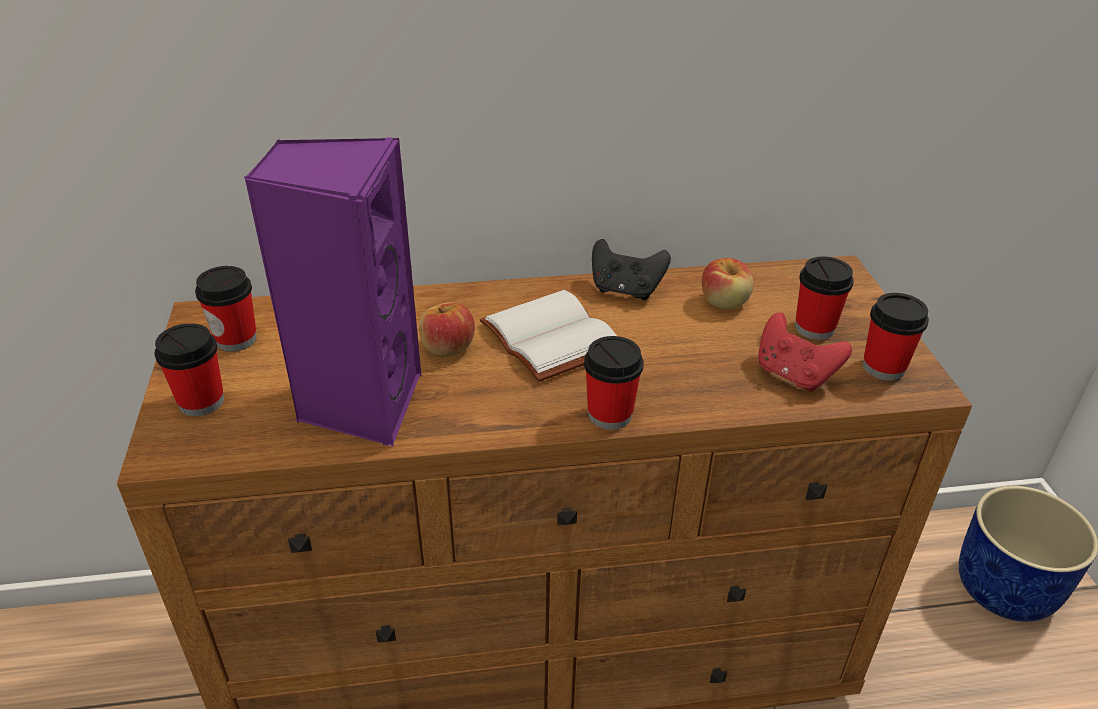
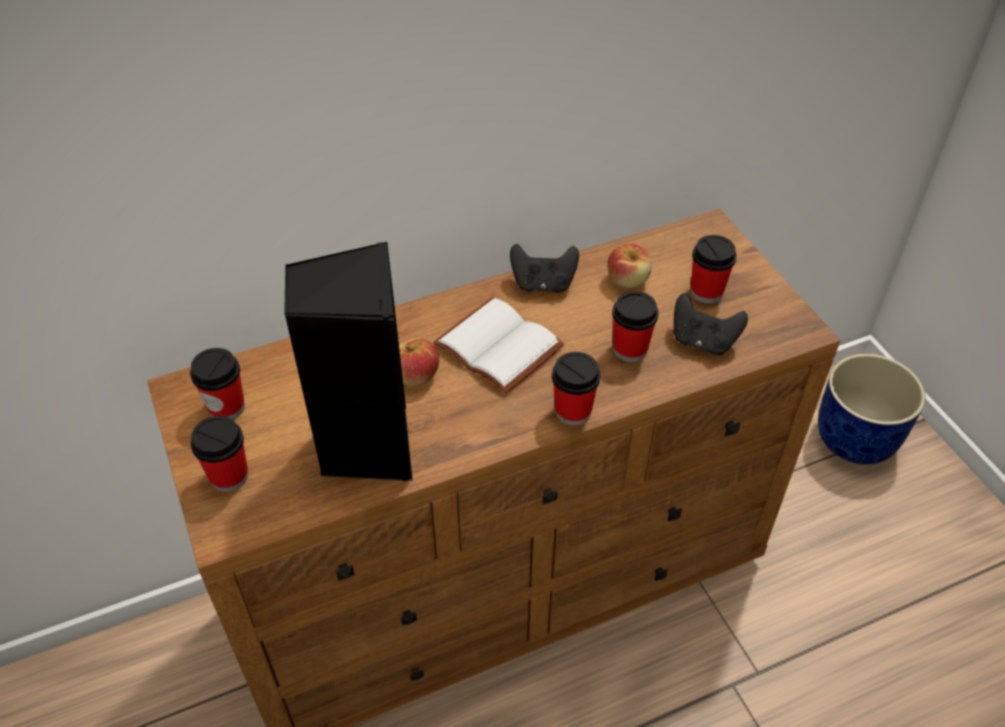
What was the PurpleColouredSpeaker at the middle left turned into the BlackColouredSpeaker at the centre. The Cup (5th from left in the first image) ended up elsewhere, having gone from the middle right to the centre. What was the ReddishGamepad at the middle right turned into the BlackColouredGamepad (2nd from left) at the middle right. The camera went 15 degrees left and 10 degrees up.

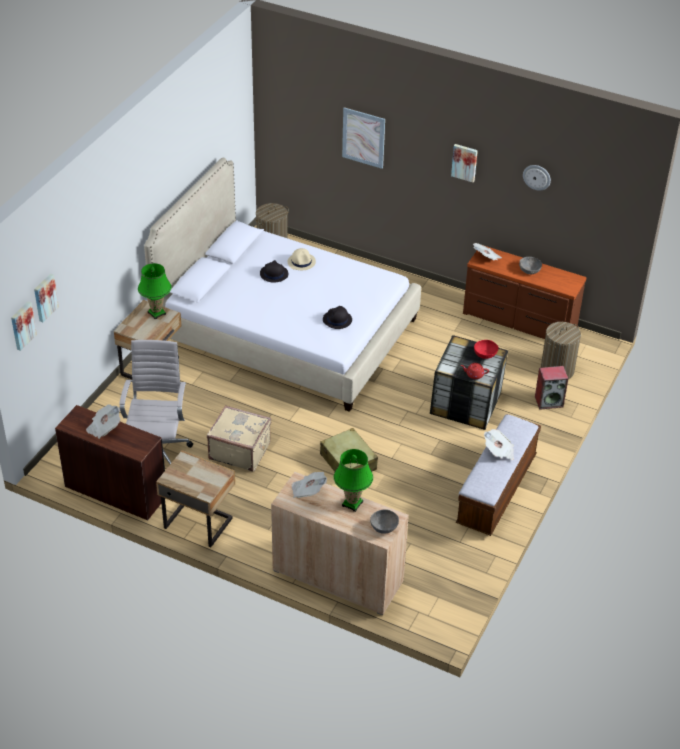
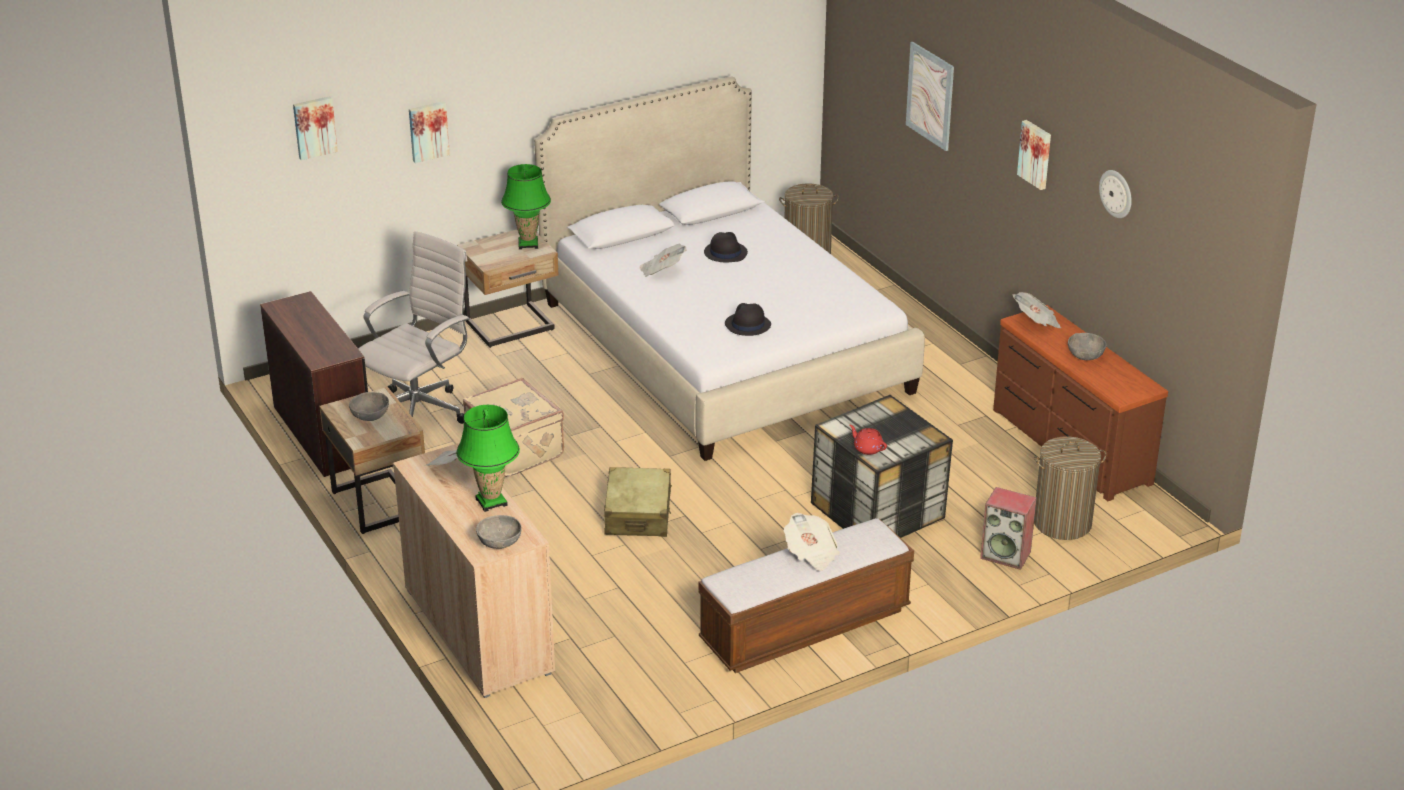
The second view gained the GreyBowl (1st from left) at the middle left. The Picture (1st from left in the first image) ended up elsewhere, having gone from the middle left to the top left. The DailyPaper (1st from left in the first image) ended up elsewhere, having gone from the middle left to the top centre. The second view lost the SandColouredWearableHat at the centre. The second view lost the ReddishBowl at the middle right. The camera went 35 degrees right and 10 degrees down.

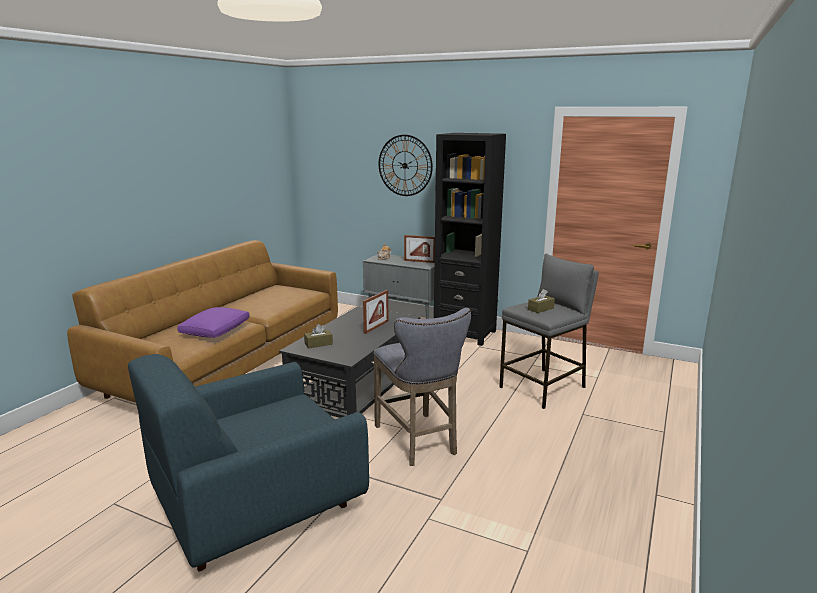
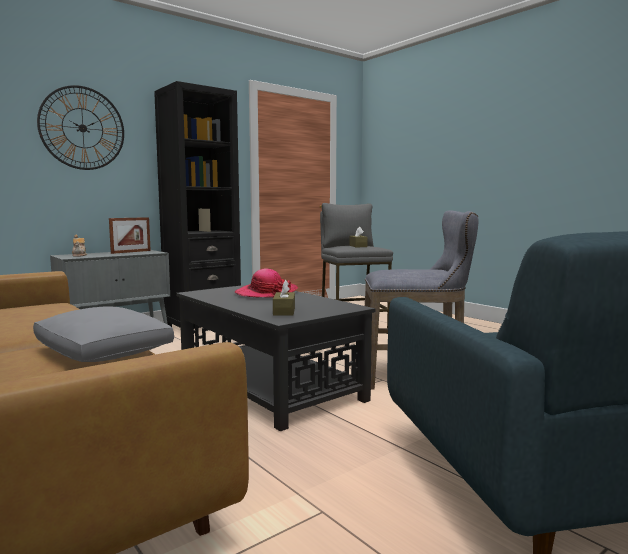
What was the PurpleColouredCushion at the middle left turned into the GreyCushion at the middle left. Where the PictureFrame (1st from left) stood at the centre, the WearableHat came to stand at the centre. The camera went 65 degrees left and 10 degrees down.

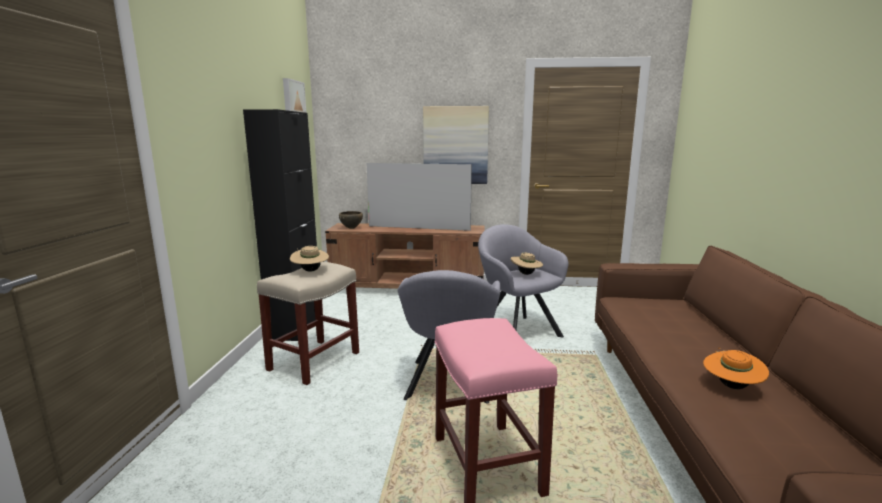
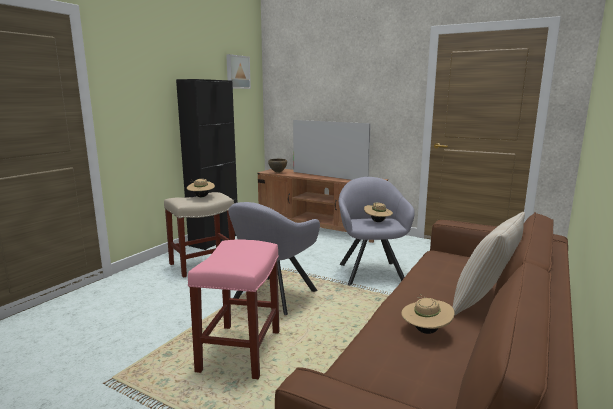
What was the OrangeWearableHat at the bottom right turned into the SandColouredWearableHat (3rd from left) at the bottom right. The second view gained the SandColouredCushion at the middle right. The second view lost the Picture (2nd from left) at the top centre. The camera went 25 degrees right and 0 degrees up.

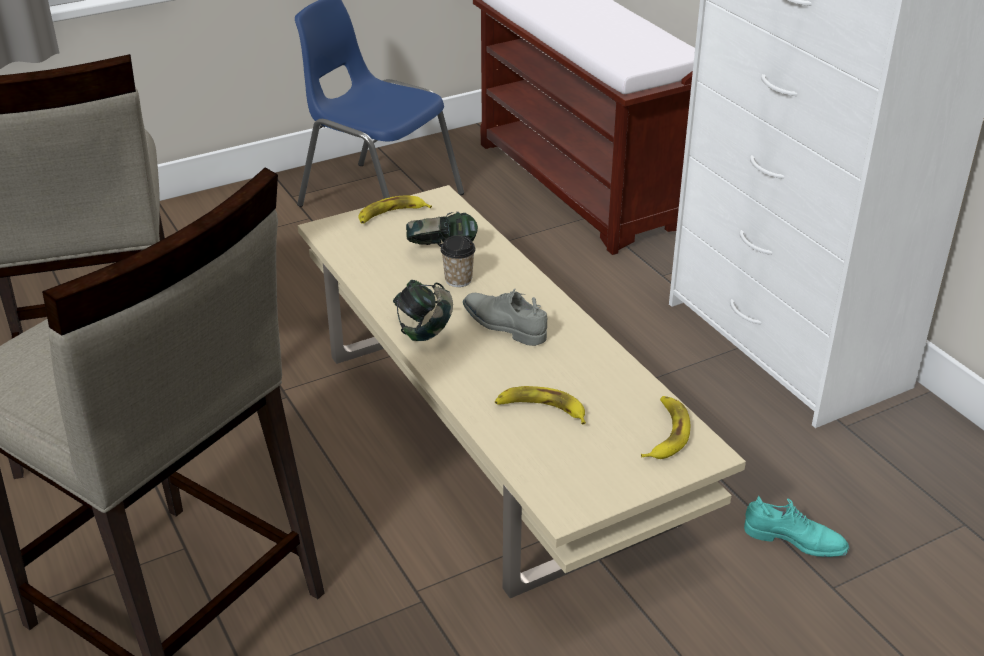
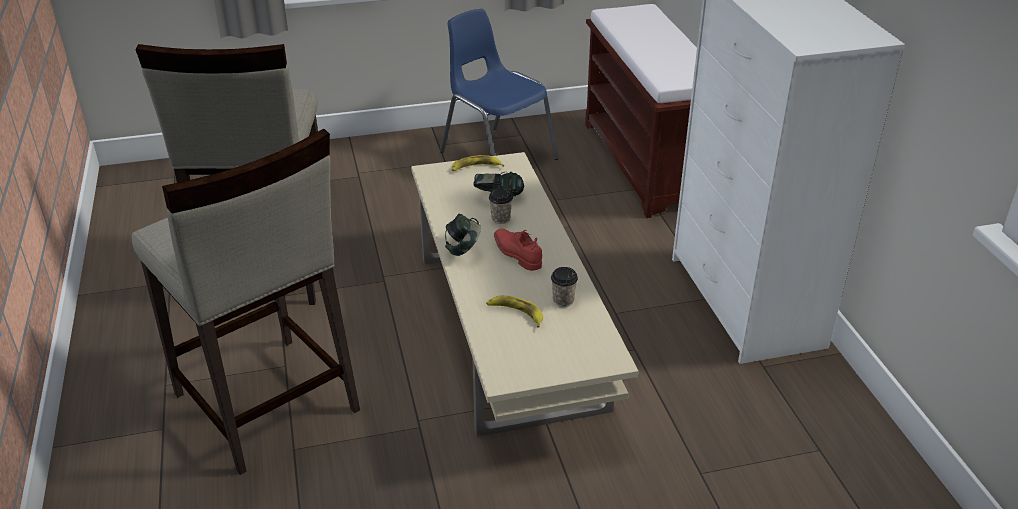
What was the GreyShoe at the centre turned into the ReddishShoe at the centre. The second view gained the Cup (2nd from left) at the centre. The second view lost the BananaFruit (3rd from left) at the middle right. The second view lost the TurquoiseColouredShoe at the bottom right. The camera went 15 degrees right and 0 degrees up.

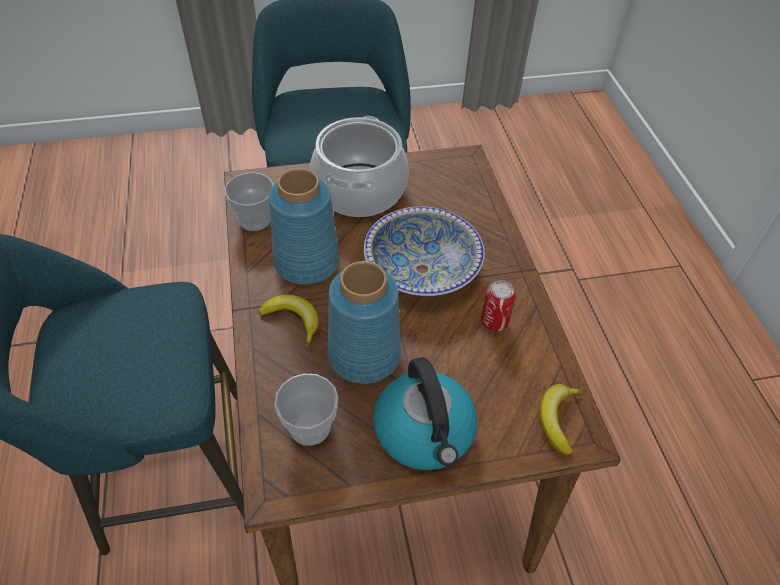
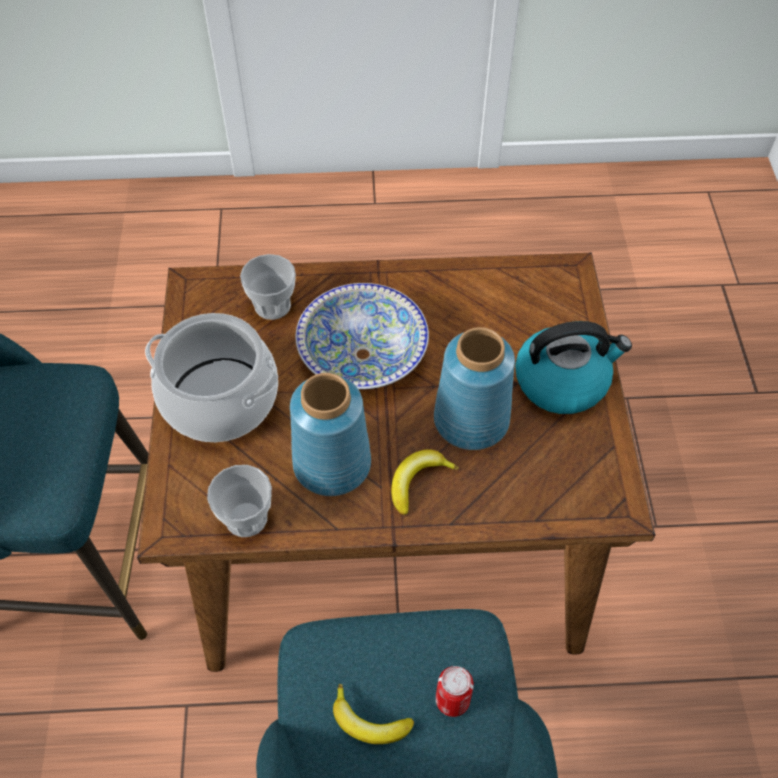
The Cup (2nd from left) ended up elsewhere, having gone from the bottom centre to the centre. The BananaFruit (2nd from left in the first image) ended up elsewhere, having gone from the bottom right to the bottom centre. The MetalCan ended up elsewhere, having gone from the centre to the bottom centre. The camera went 80 degrees left and 5 degrees up.

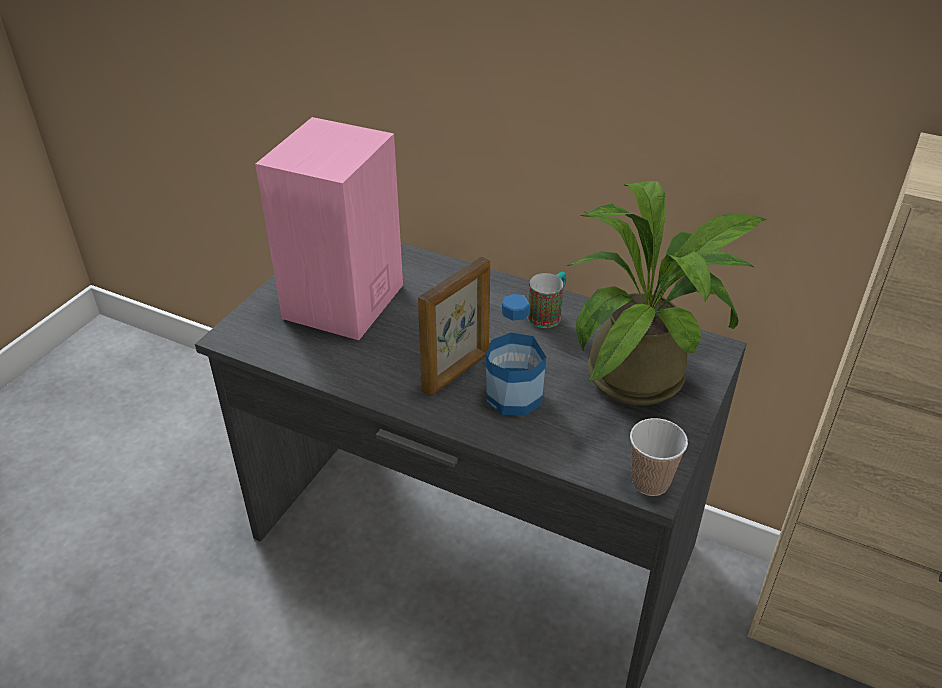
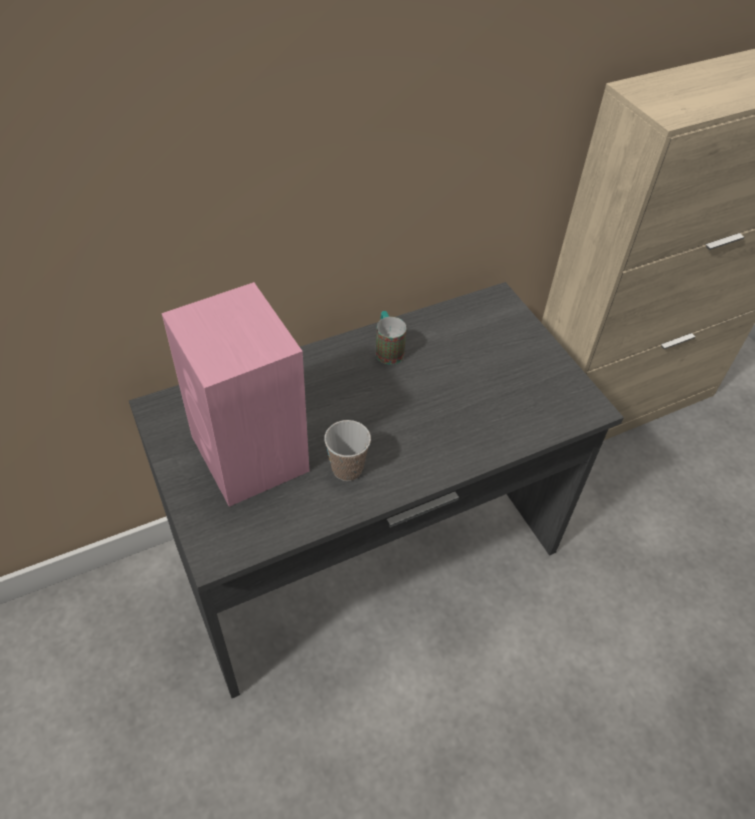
The Cup ended up elsewhere, having gone from the middle right to the centre. The second view lost the PictureFrame at the centre. The second view lost the Bottle at the centre. The second view lost the PlantInAPot at the middle right. The camera went 55 degrees left and 10 degrees up.

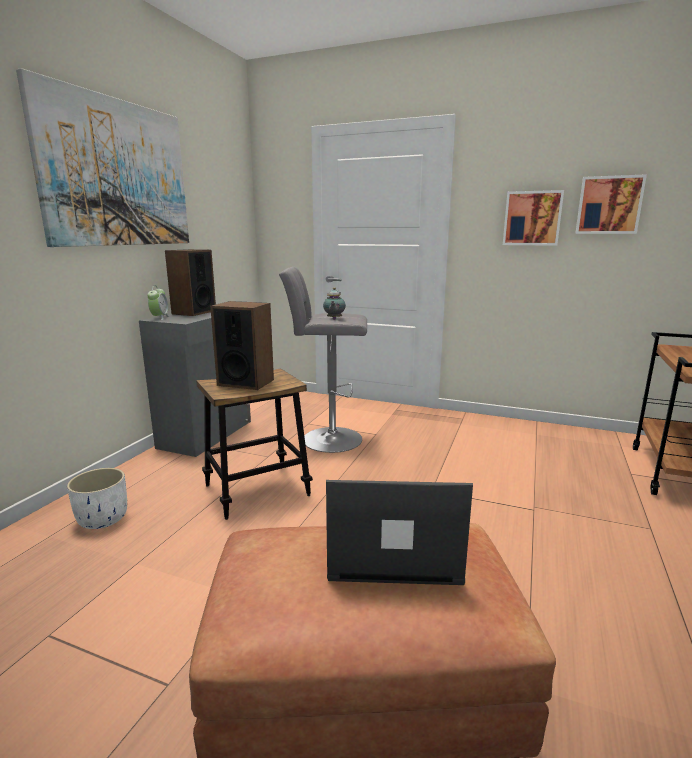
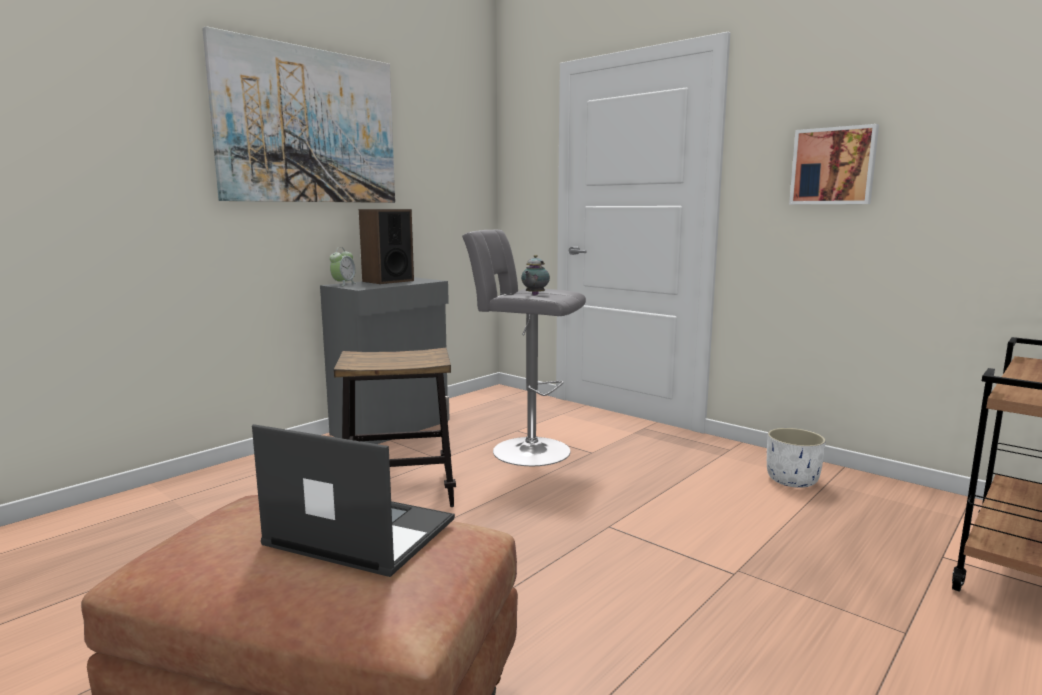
The WhiteColouredPlanter ended up elsewhere, having gone from the middle left to the middle right. The second view lost the Speaker (2nd from left) at the centre. The second view lost the Picture (3rd from left) at the top right. The camera went 20 degrees right and 5 degrees down.

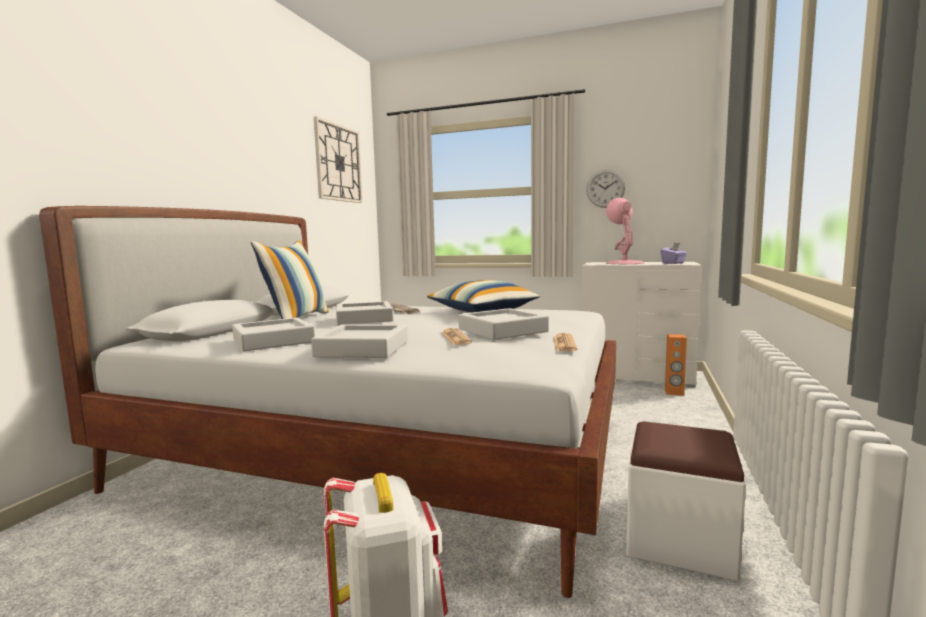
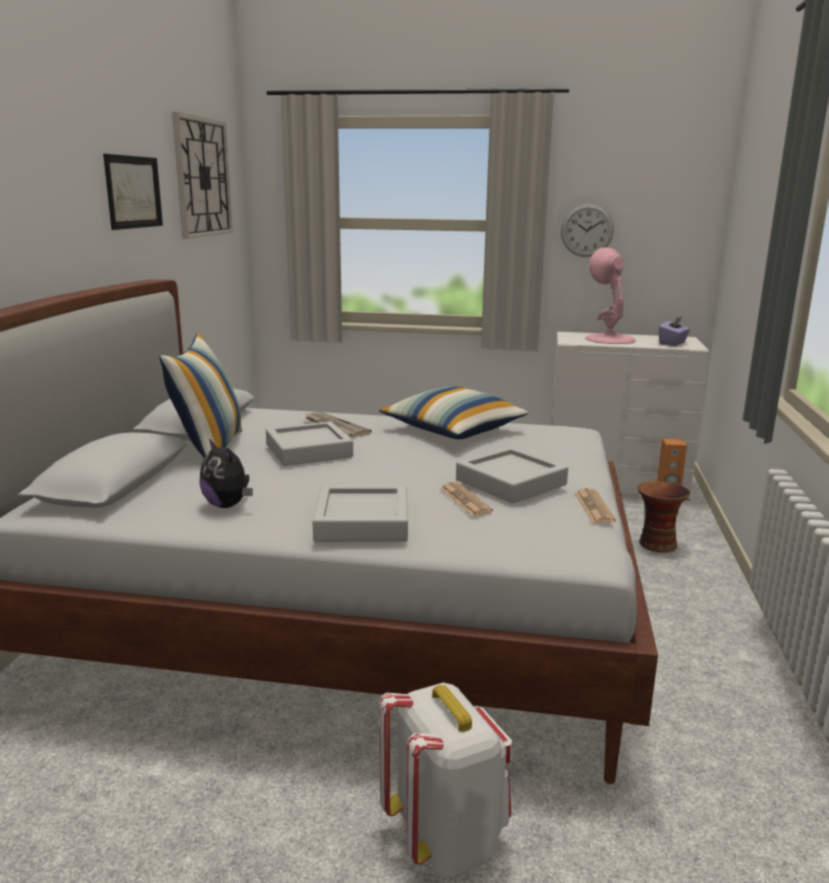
The second view gained the Picture at the top left. Where the GreyTray (1st from left) stood at the middle left, the CuddlyToy came to stand at the middle left. The second view gained the DecorativeVase at the middle right. The second view lost the WhiteColouredFootrest at the bottom right. The camera went 10 degrees left and 10 degrees up.

